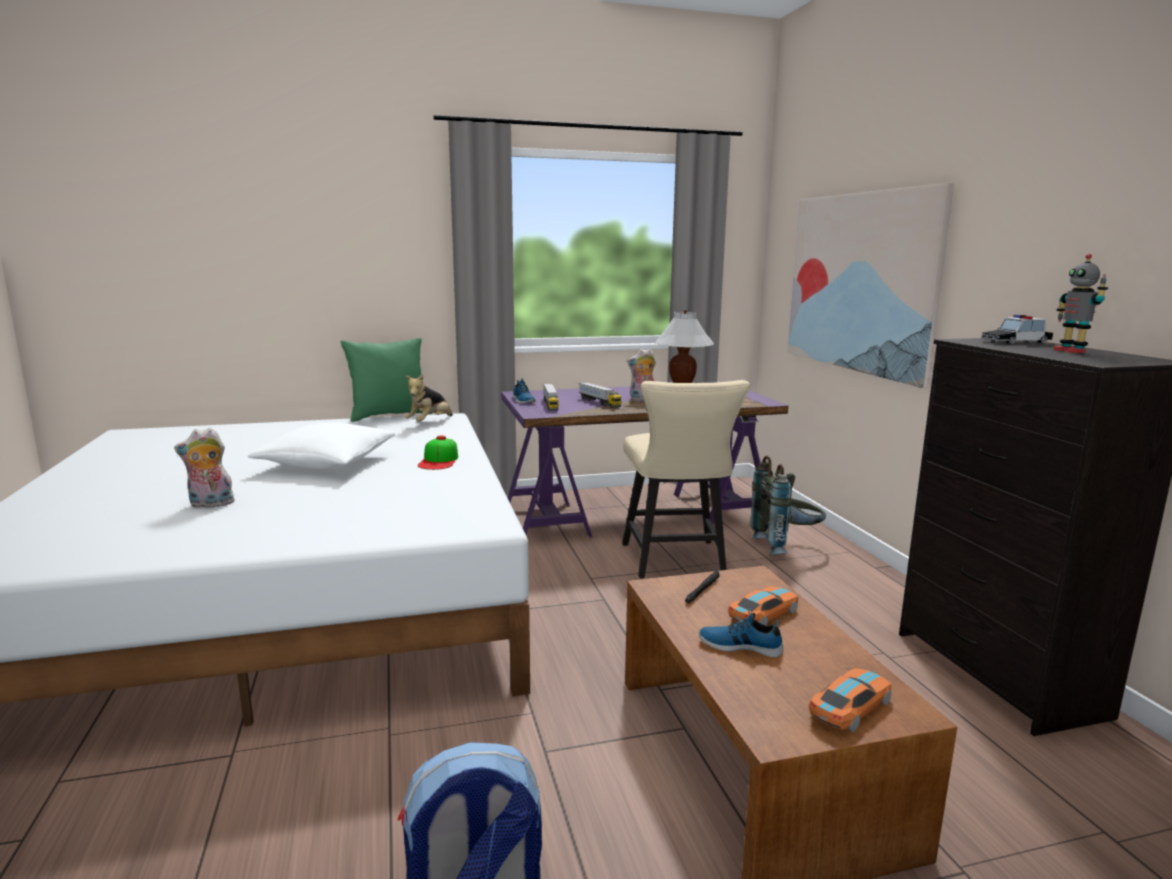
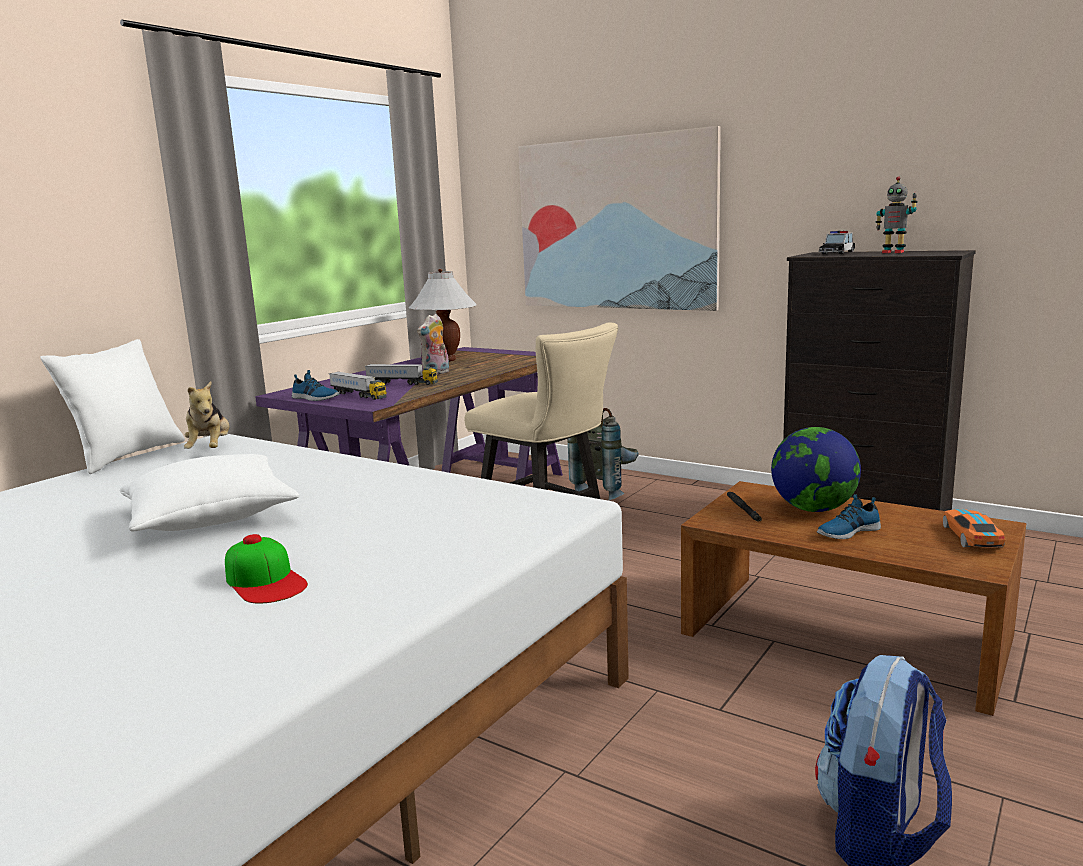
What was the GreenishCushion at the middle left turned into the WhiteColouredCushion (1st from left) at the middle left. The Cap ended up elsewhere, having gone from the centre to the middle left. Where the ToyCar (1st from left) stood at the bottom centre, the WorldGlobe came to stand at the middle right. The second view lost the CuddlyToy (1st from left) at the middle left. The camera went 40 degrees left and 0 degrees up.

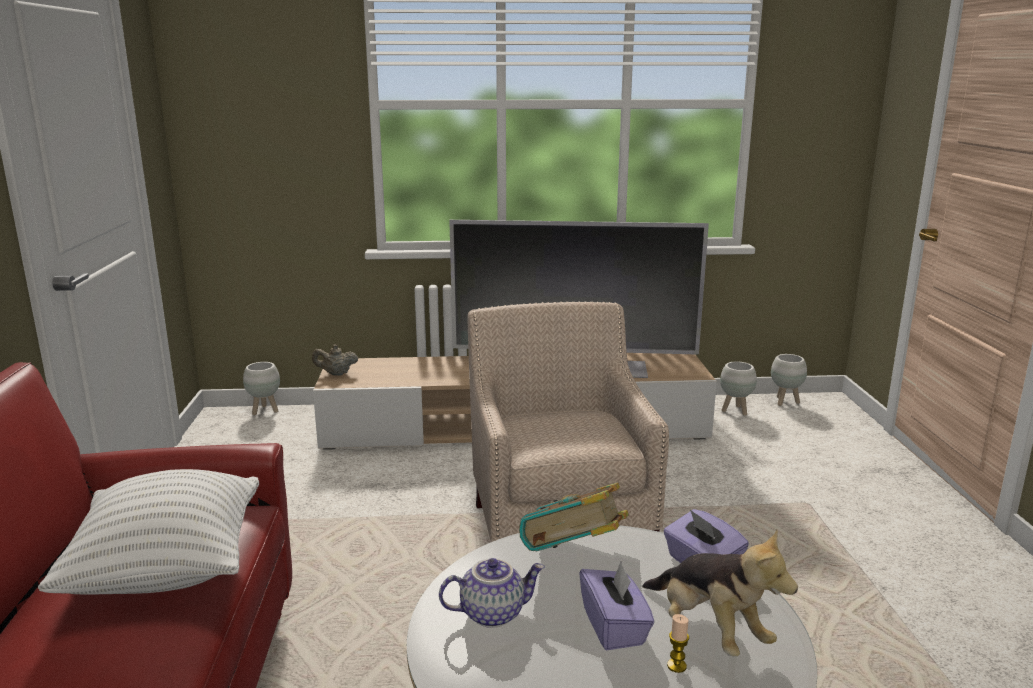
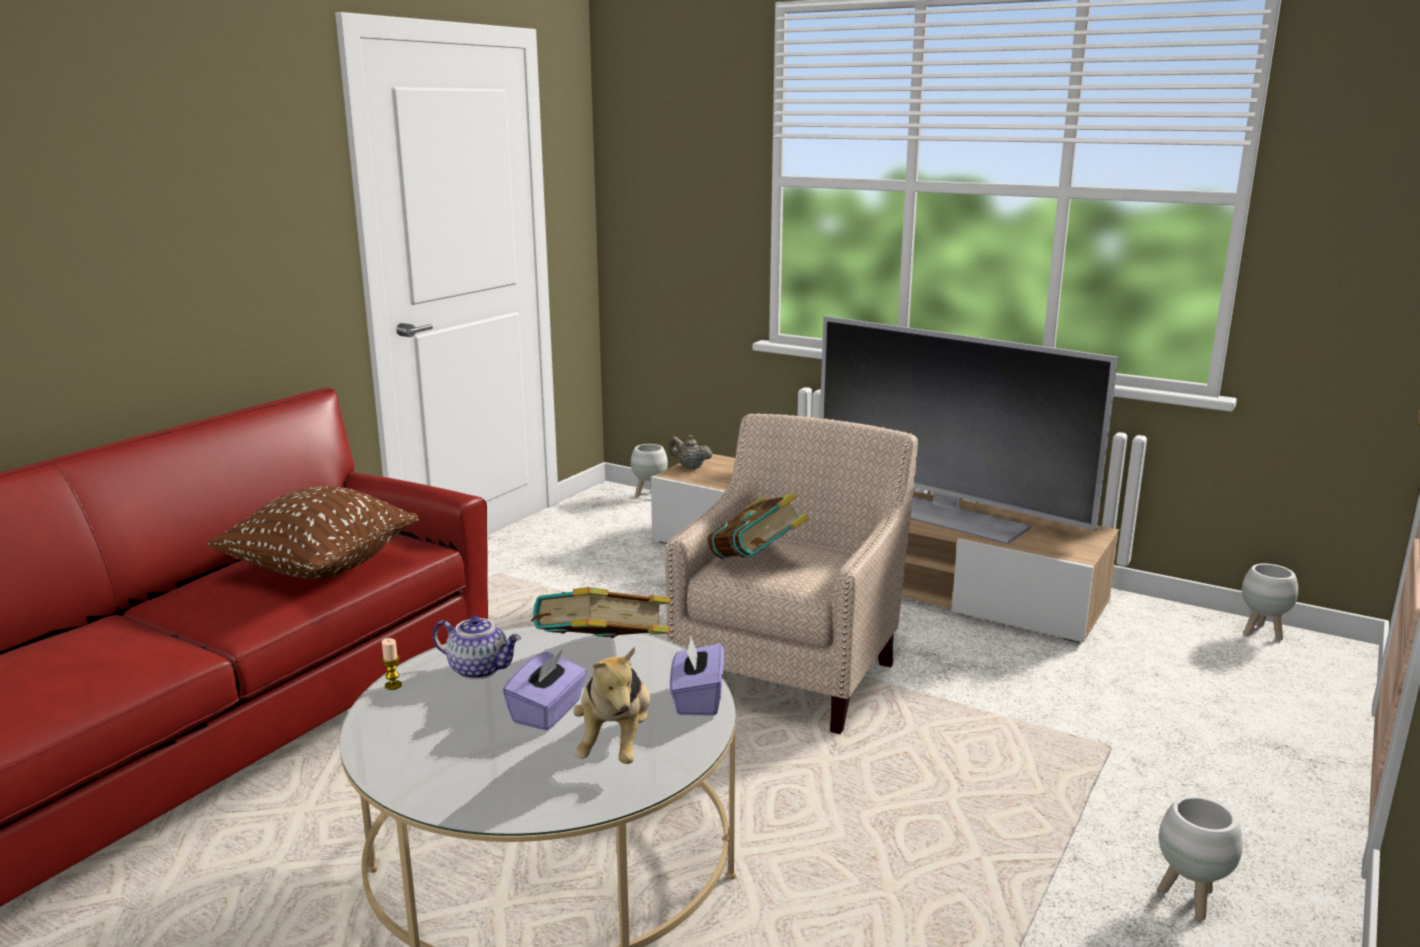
What was the WhiteColouredCushion at the bottom left turned into the BrownCushion at the middle left. The Candle ended up elsewhere, having gone from the bottom centre to the bottom left. The second view gained the BoundBook (2nd from left) at the centre. The WhiteColouredPlanter (2nd from left) ended up elsewhere, having gone from the middle right to the bottom right. The camera went 35 degrees right and 0 degrees up.

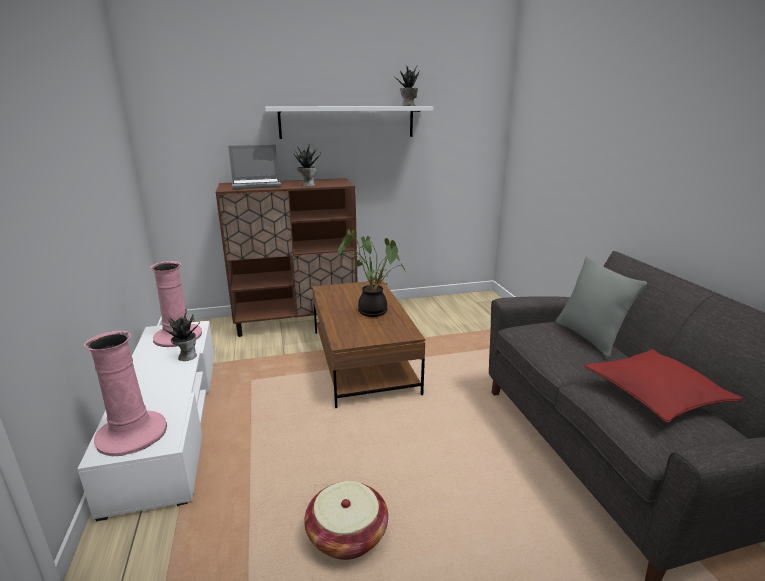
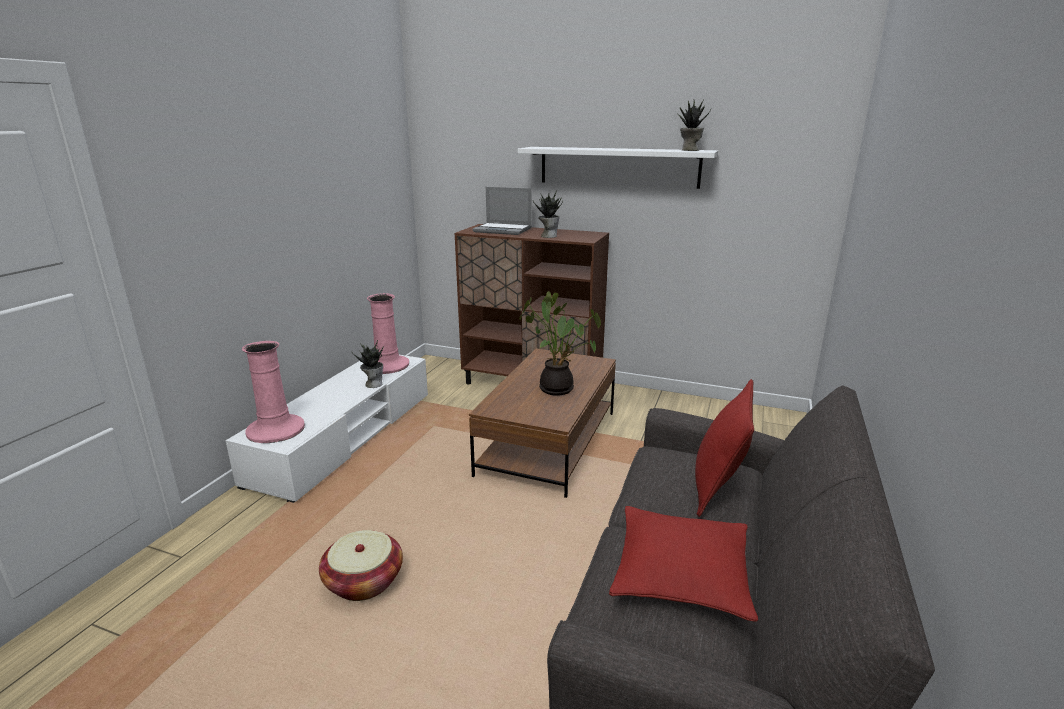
What was the GreyCushion at the middle right turned into the ReddishCushion (2nd from left) at the middle right. The camera went 35 degrees right and 0 degrees up.

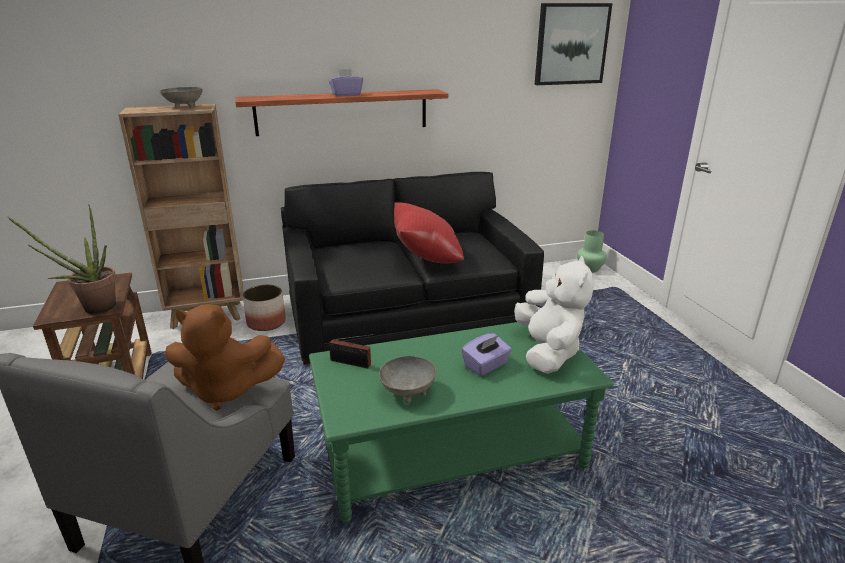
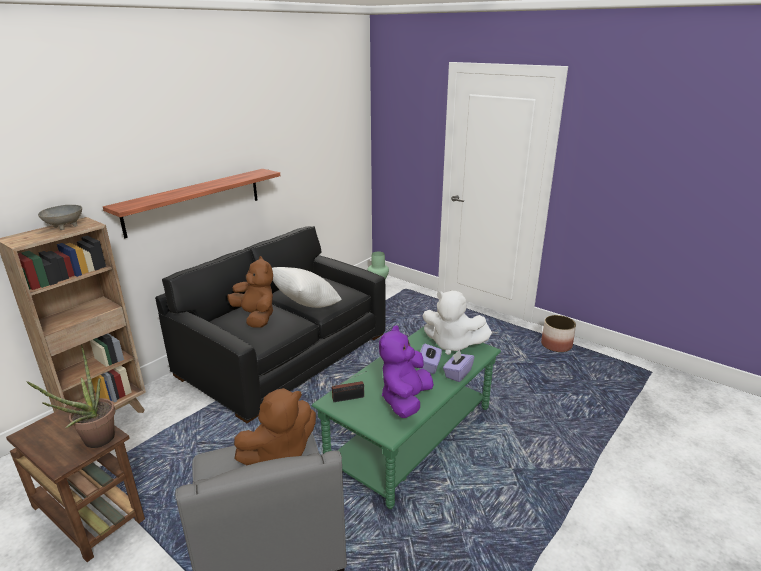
The second view gained the BrownCuddlyToy (1st from left) at the middle left. What was the ReddishCushion at the centre turned into the WhiteColouredCushion at the centre. Where the GreyBowl (2nd from left) stood at the bottom centre, the PurpleColouredCuddlyToy came to stand at the centre. The WhiteColouredCuddlyToy at the centre ended up facing another way, 150 degrees clockwise from before. The PurpleColouredBoxOfTissues (1st from left in the first image) ended up elsewhere, having gone from the top centre to the centre. The Planter ended up elsewhere, having gone from the middle left to the middle right. The second view lost the Picture at the top right. The camera went 35 degrees left and 0 degrees up.

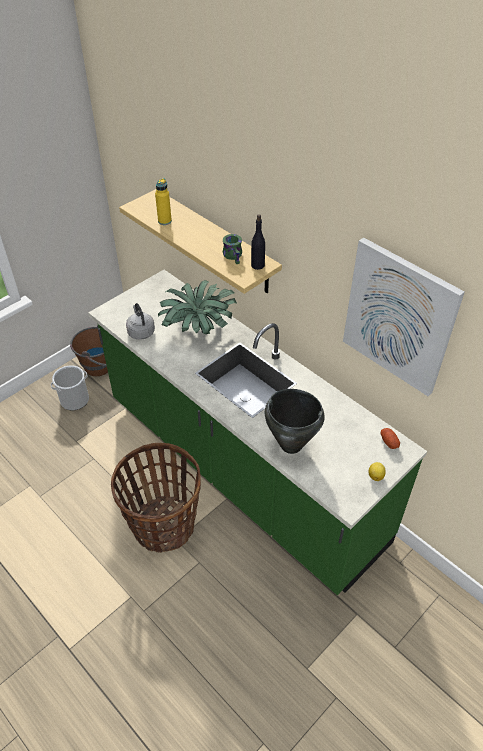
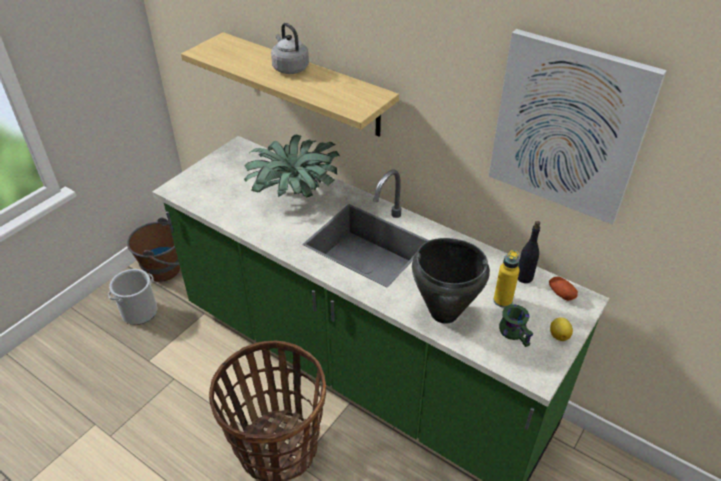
The GreyKettle ended up elsewhere, having gone from the middle left to the top centre. The YellowBottle ended up elsewhere, having gone from the top centre to the middle right. The GreenishTeaMug ended up elsewhere, having gone from the top centre to the bottom right. The BlackColouredBottle ended up elsewhere, having gone from the top centre to the middle right. The camera went 10 degrees left and 5 degrees down.

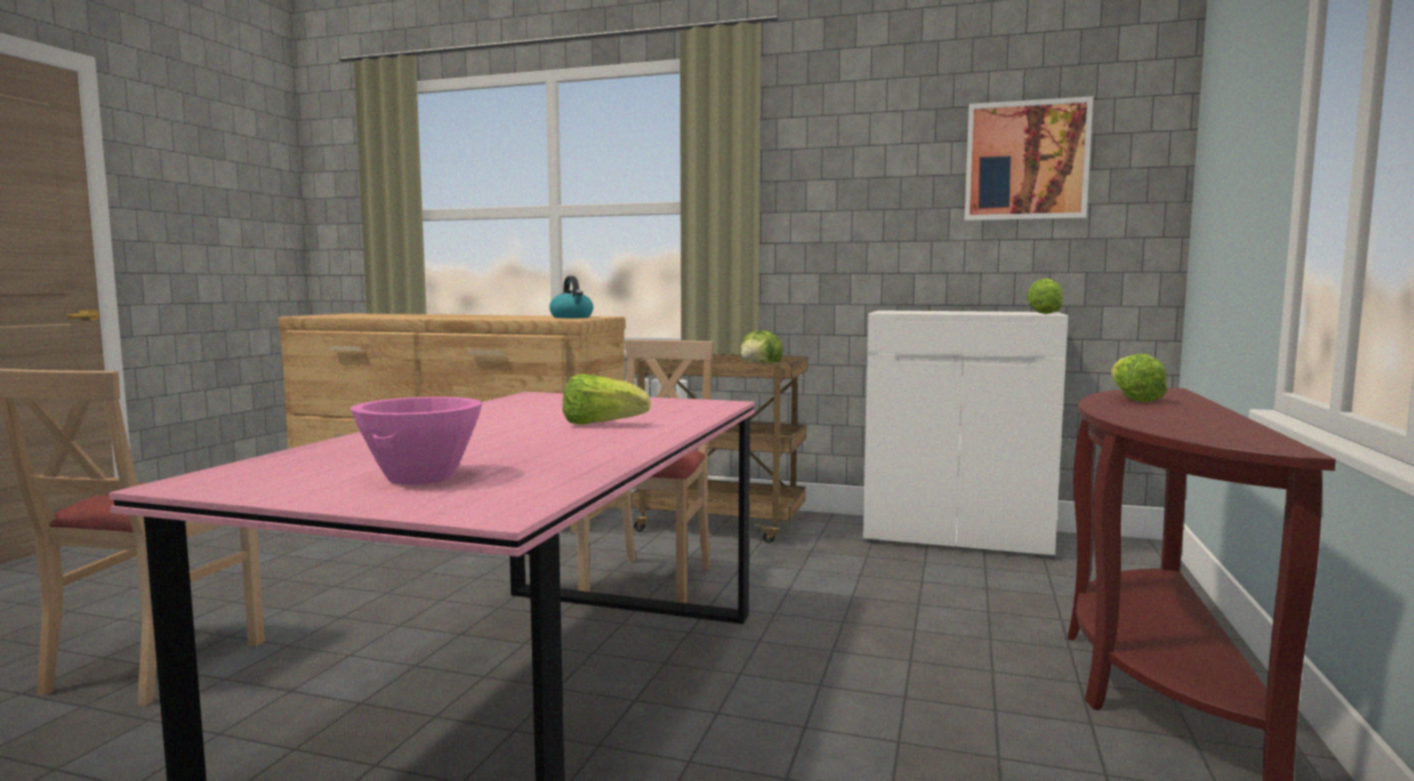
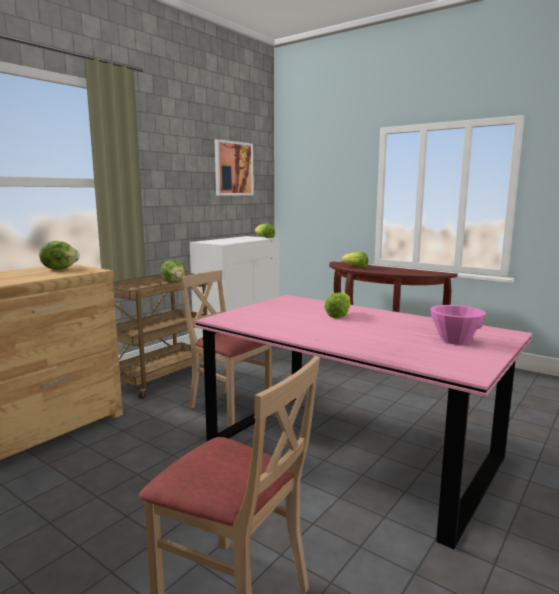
Where the Kettle stood at the centre, the Lettuce (1st from left) came to stand at the middle left. The camera went 70 degrees left and 5 degrees up.

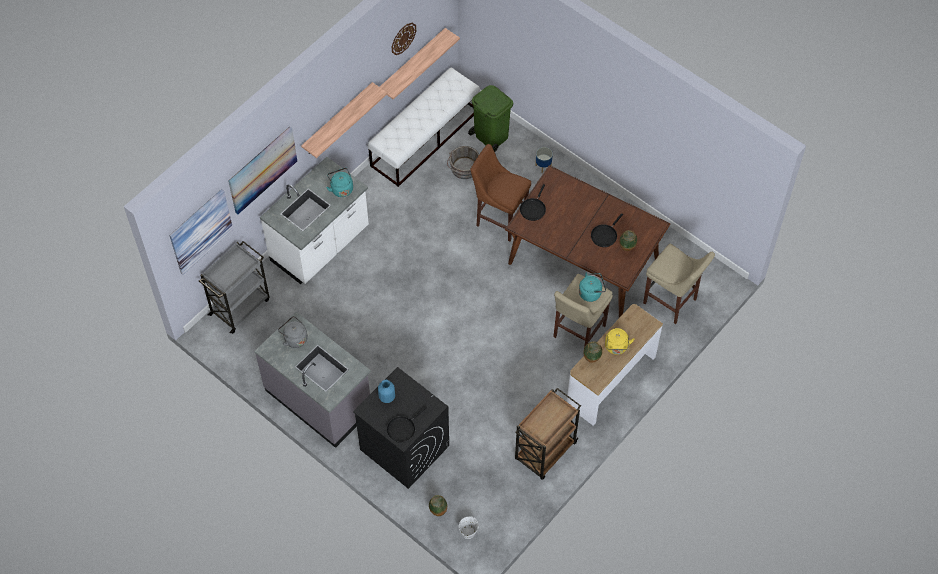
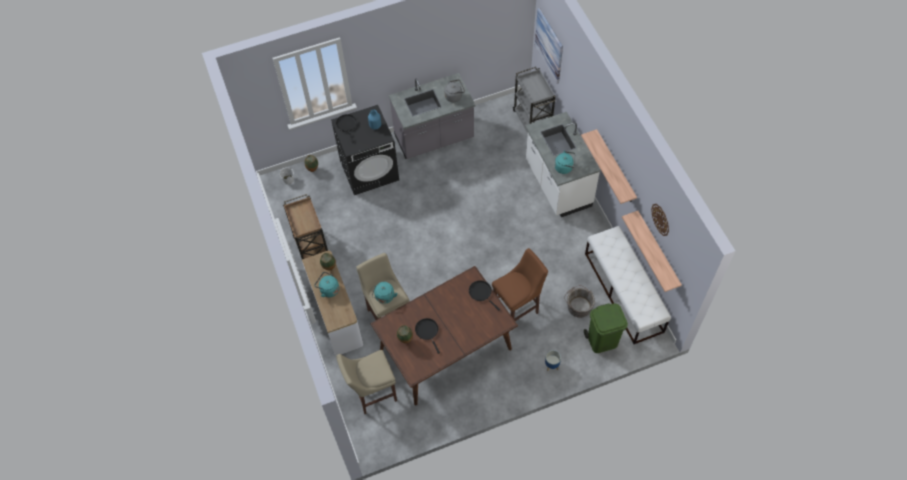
What was the YellowKettle at the centre turned into the TurquoiseColouredKettle (1st from left) at the centre. The second view lost the Picture (2nd from left) at the top left. The camera went 120 degrees right and 0 degrees up.

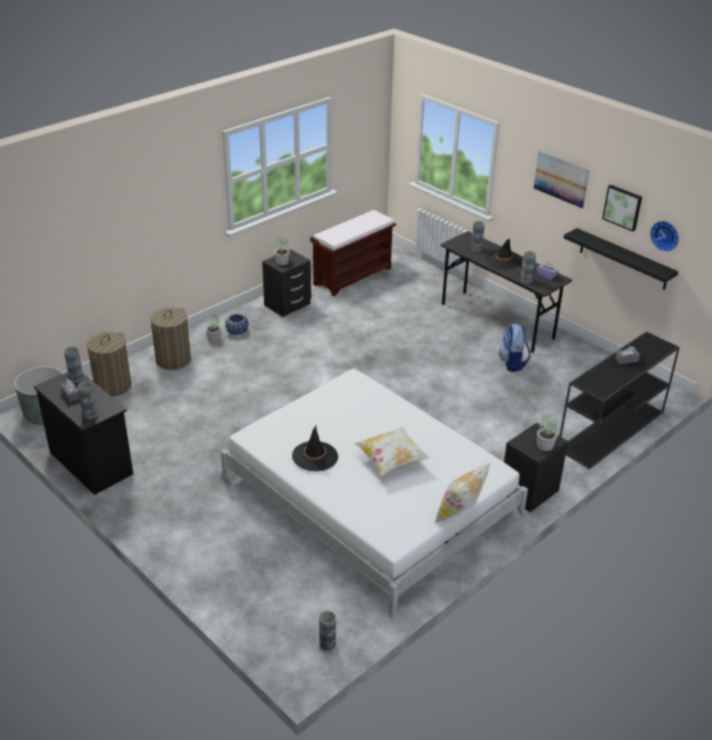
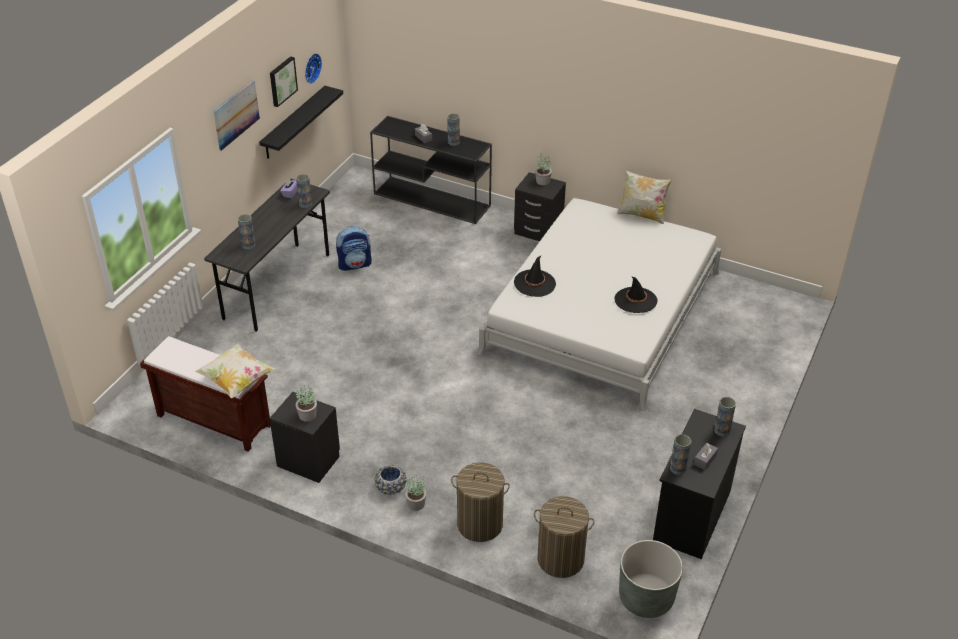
The Cushion (1st from left) ended up elsewhere, having gone from the centre to the middle left. The DecorativeVase (3rd from left) ended up elsewhere, having gone from the bottom centre to the top centre. The BlackColouredWearableHat (2nd from left in the first image) ended up elsewhere, having gone from the middle right to the centre. The camera went 110 degrees left and 5 degrees up.

